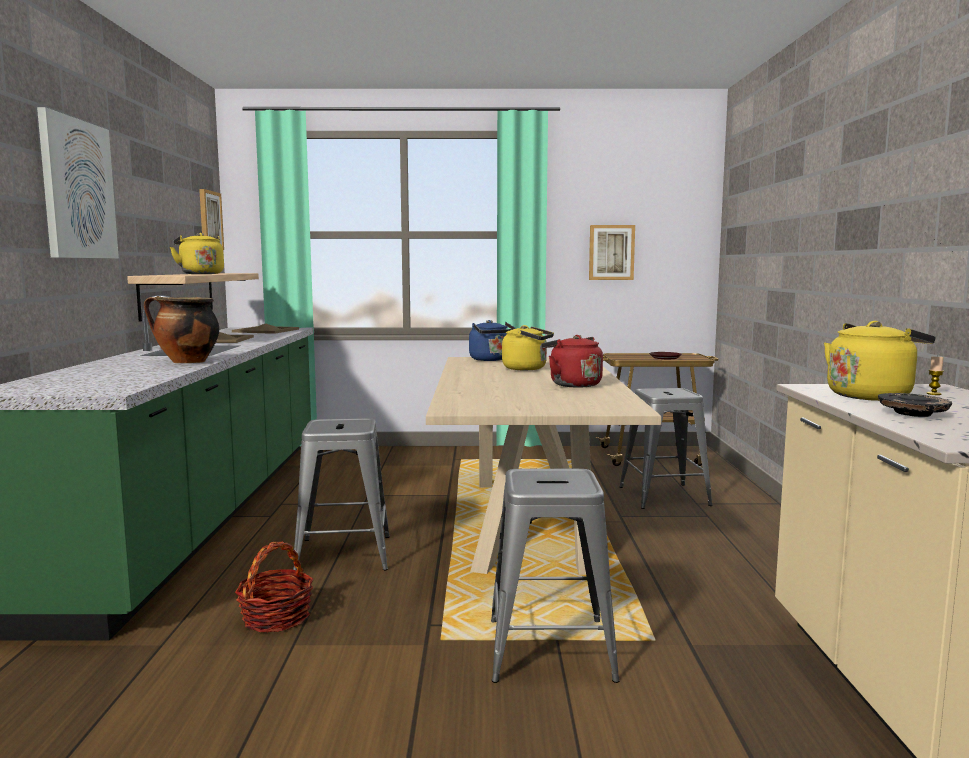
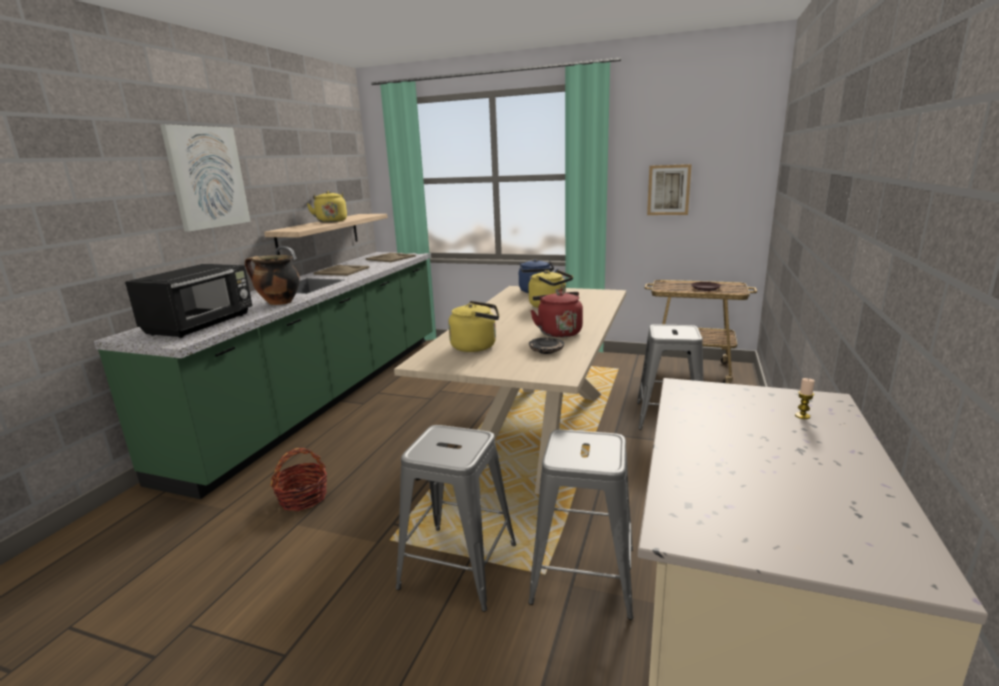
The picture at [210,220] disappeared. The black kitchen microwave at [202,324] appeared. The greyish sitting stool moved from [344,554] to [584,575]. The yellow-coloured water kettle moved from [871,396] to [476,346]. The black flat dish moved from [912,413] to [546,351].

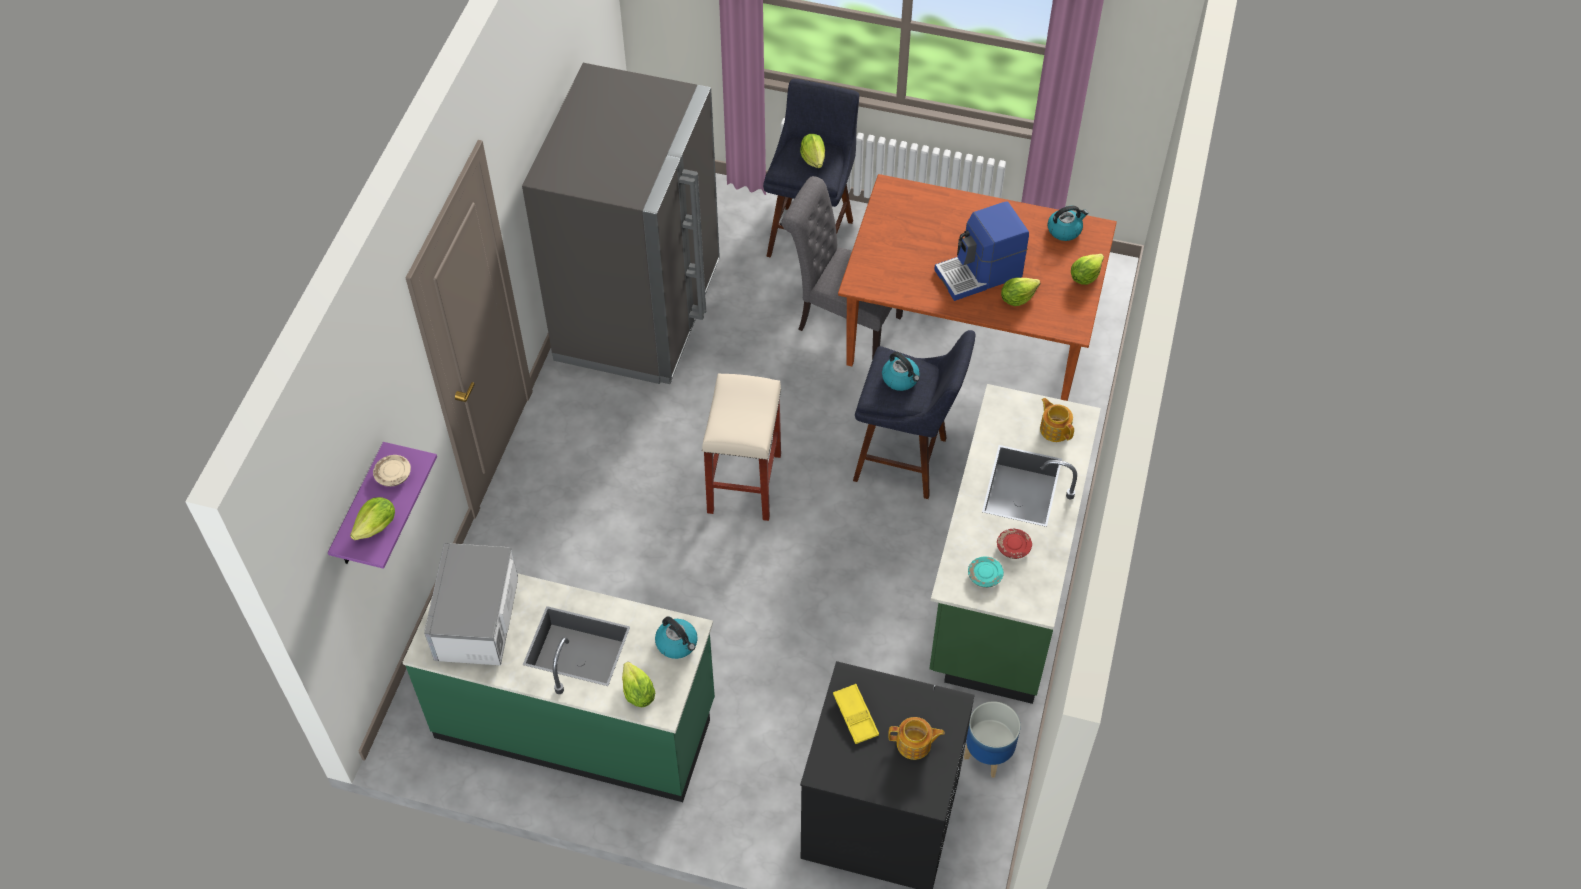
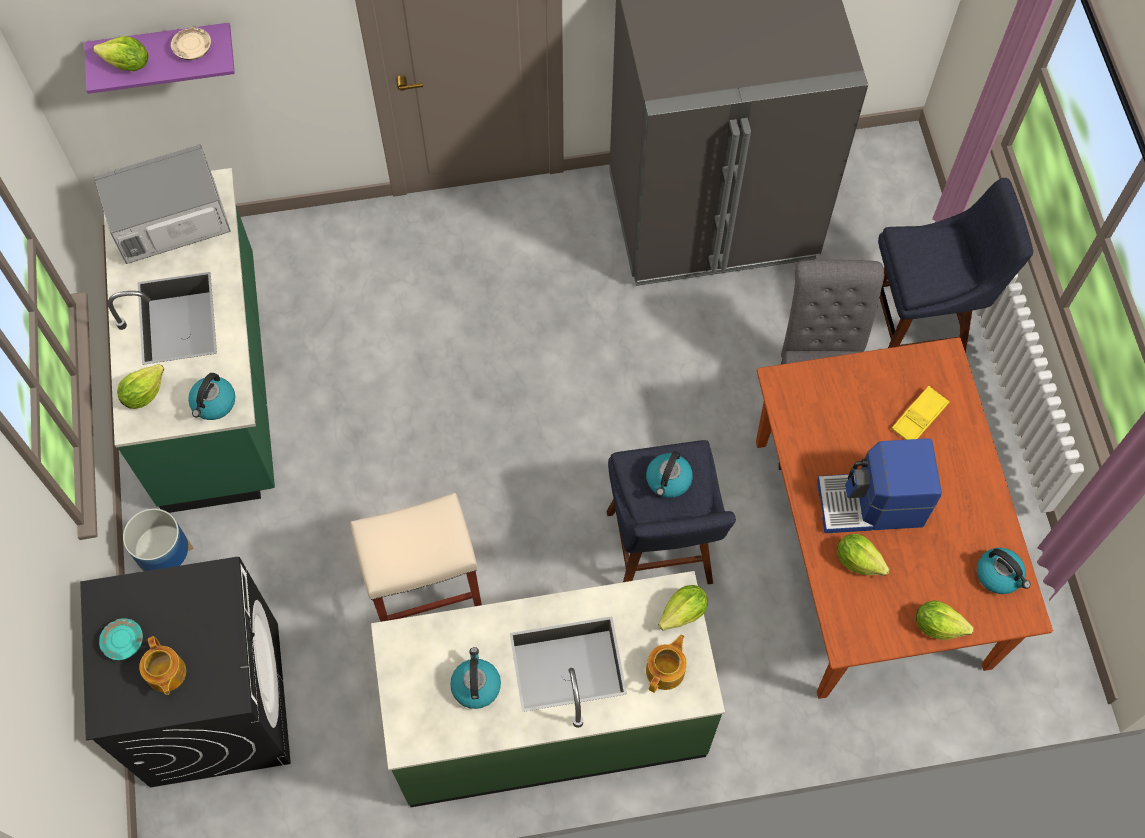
The beige-coloured sitting stool moved from [744,482] to [427,592]. The lettuce moved from [813,159] to [683,613]. The yellow-coloured tray moved from [855,716] to [919,417]. The plant pot moved from [988,755] to [168,560]. The turquoise-coloured flat dish moved from [985,576] to [123,642]. The reddish flat dish at [1013,547] was replaced by the water kettle at [476,685]. The coffee maker at [979,274] turned 45 degrees counterclockwise.

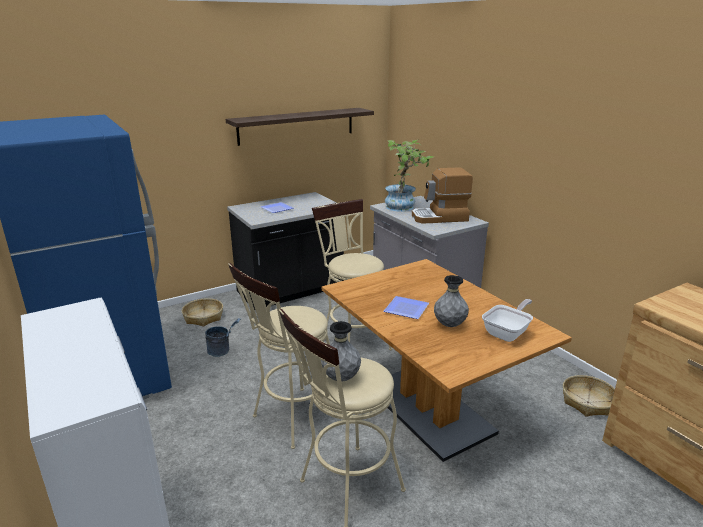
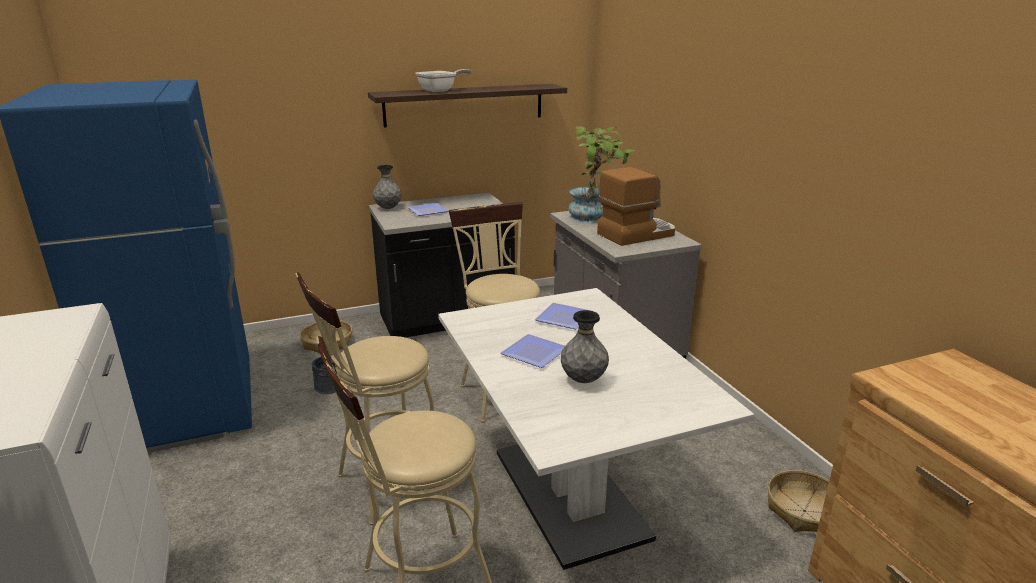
The flat dish at [562,319] appeared. The greyish flower vase moved from [341,378] to [388,208]. The pan moved from [508,333] to [440,90]. The brown kitchen table at [428,409] became the whitish kitchen table at [569,493]. The coffee maker at [440,217] turned 150 degrees clockwise.

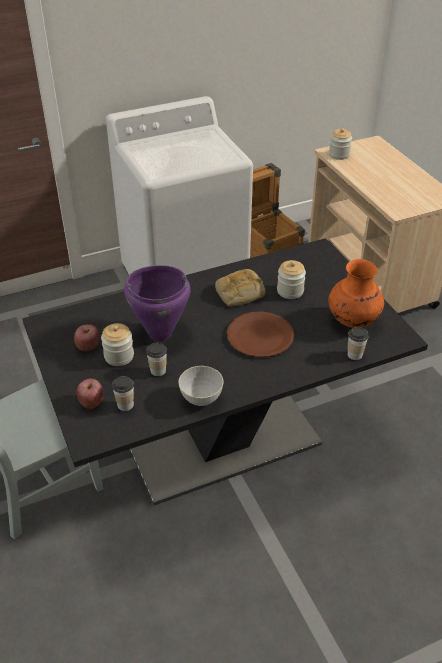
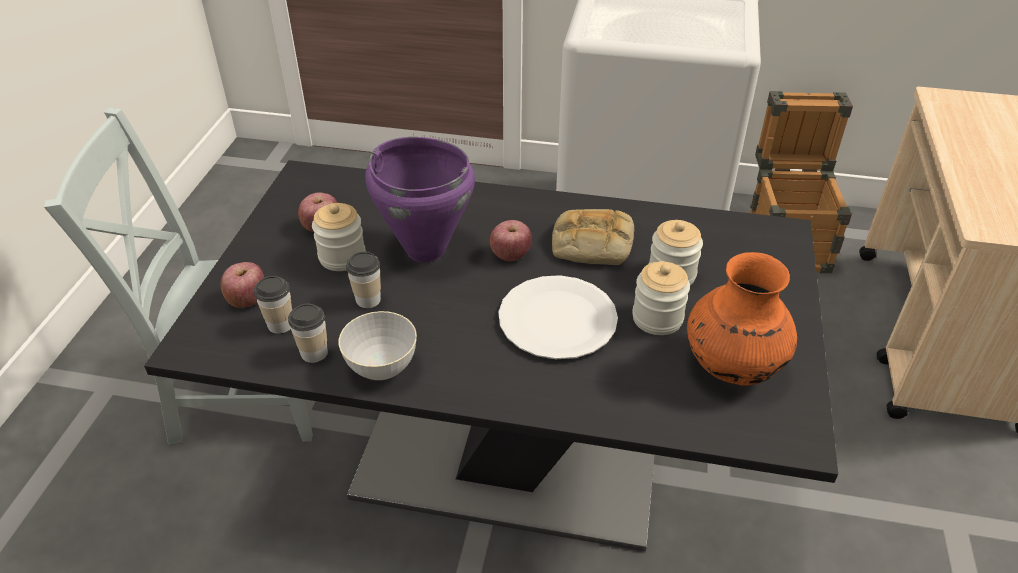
The apple at [510,255] appeared. The storage jar moved from [339,155] to [657,318]. The drinking cup moved from [354,355] to [314,353]. The brown flat dish at [260,336] became the whitish flat dish at [557,319].

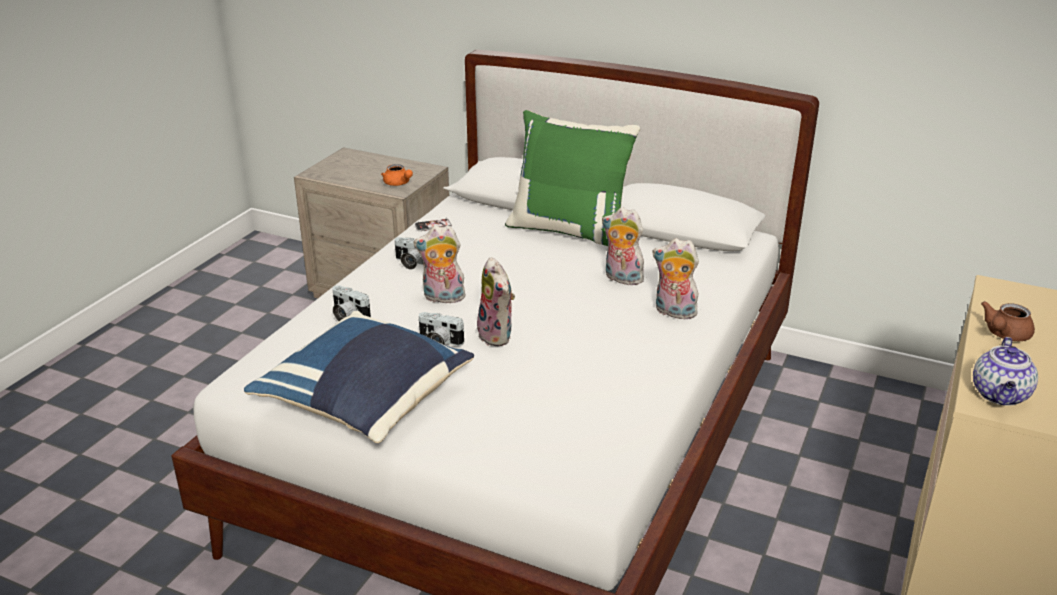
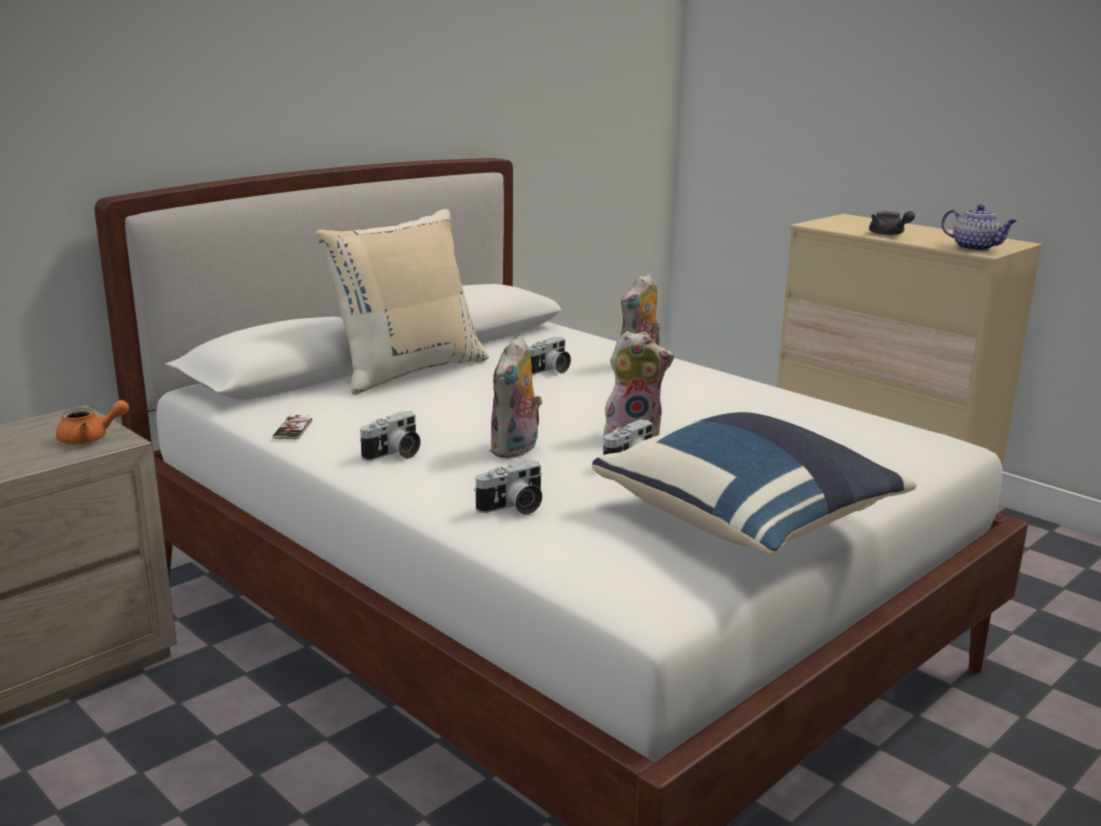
The plush toy at [621,279] was replaced by the still camera at [549,370]. The green cushion at [570,230] became the beige-coloured cushion at [407,370]. The brown pot for tea at [1004,335] became the greyish pot for tea at [889,234].

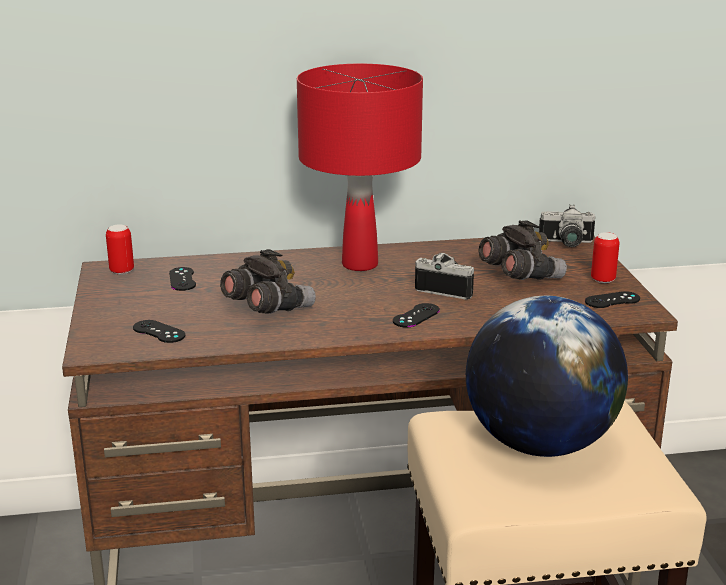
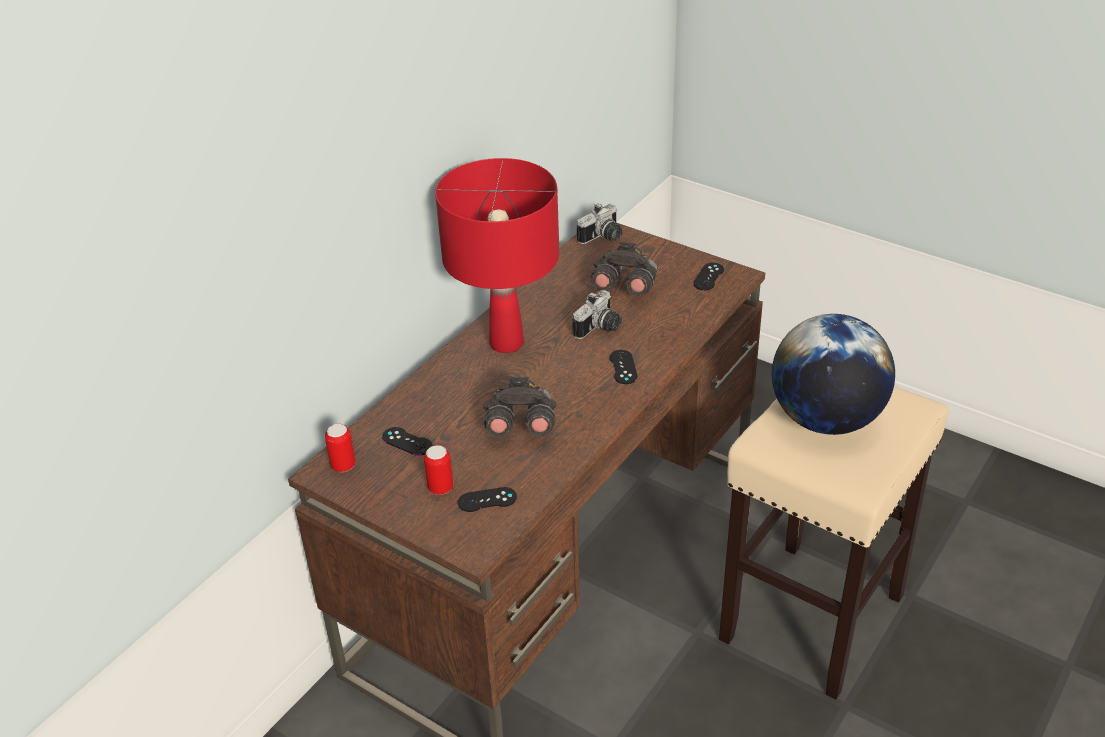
The can moved from [602,280] to [440,488]. The still camera at [447,288] turned 150 degrees clockwise.

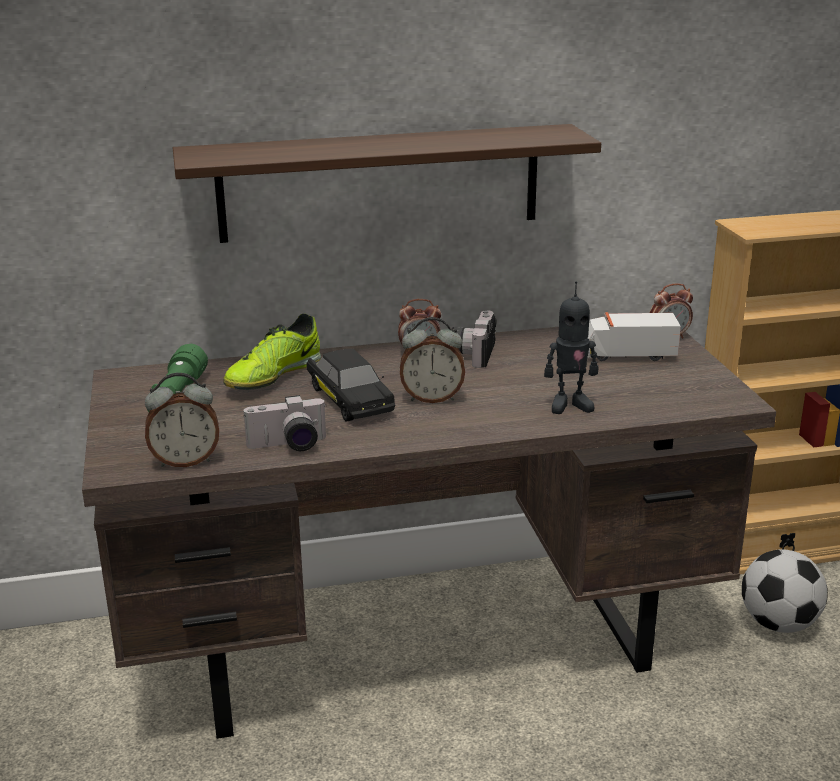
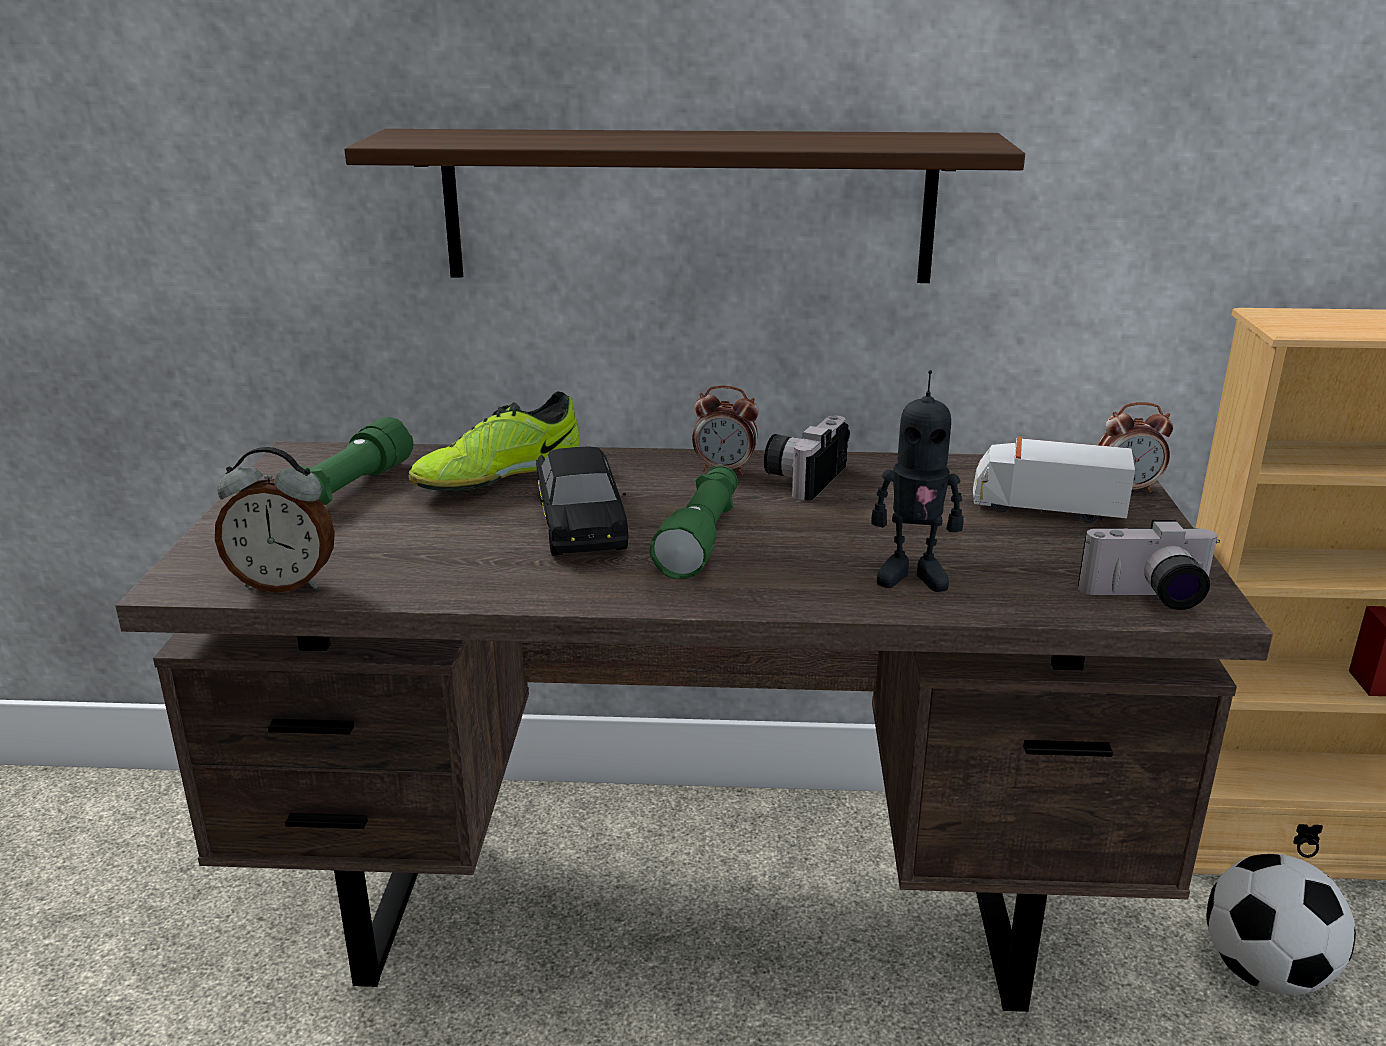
The still camera moved from [288,446] to [1148,598]. The alarm clock at [432,398] was replaced by the green torch at [702,537].

